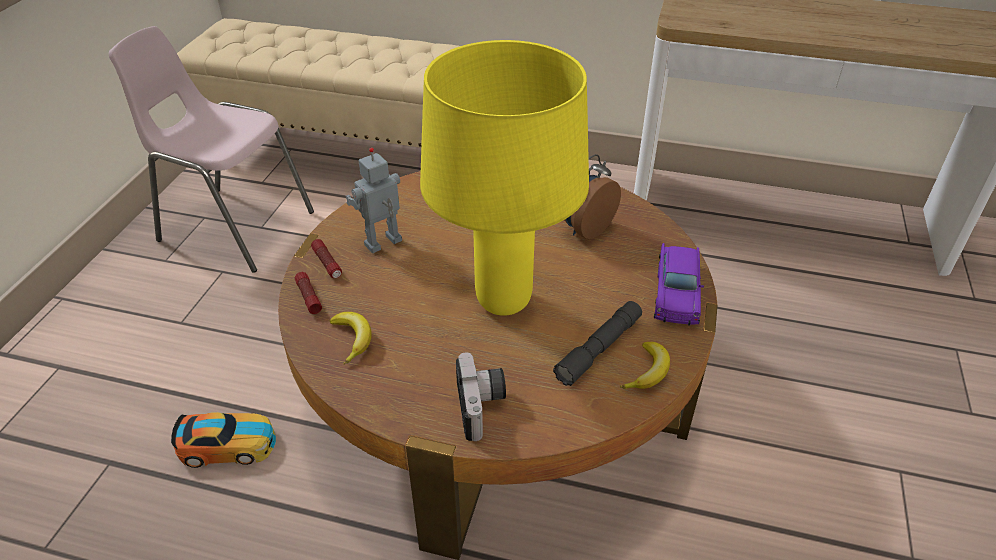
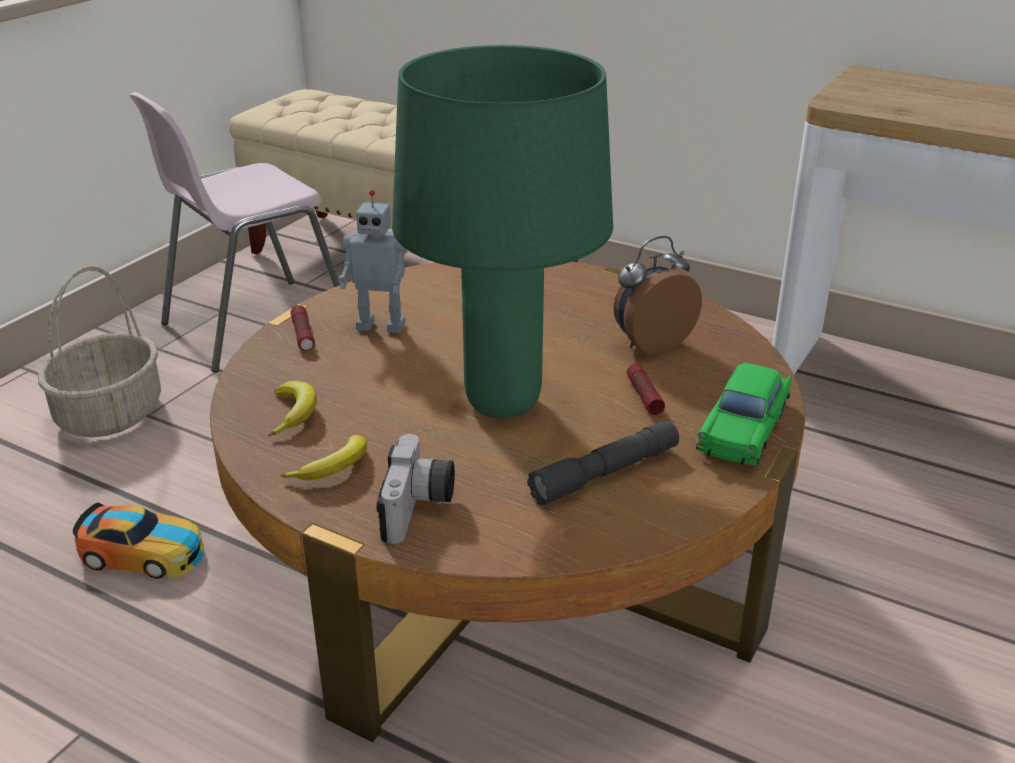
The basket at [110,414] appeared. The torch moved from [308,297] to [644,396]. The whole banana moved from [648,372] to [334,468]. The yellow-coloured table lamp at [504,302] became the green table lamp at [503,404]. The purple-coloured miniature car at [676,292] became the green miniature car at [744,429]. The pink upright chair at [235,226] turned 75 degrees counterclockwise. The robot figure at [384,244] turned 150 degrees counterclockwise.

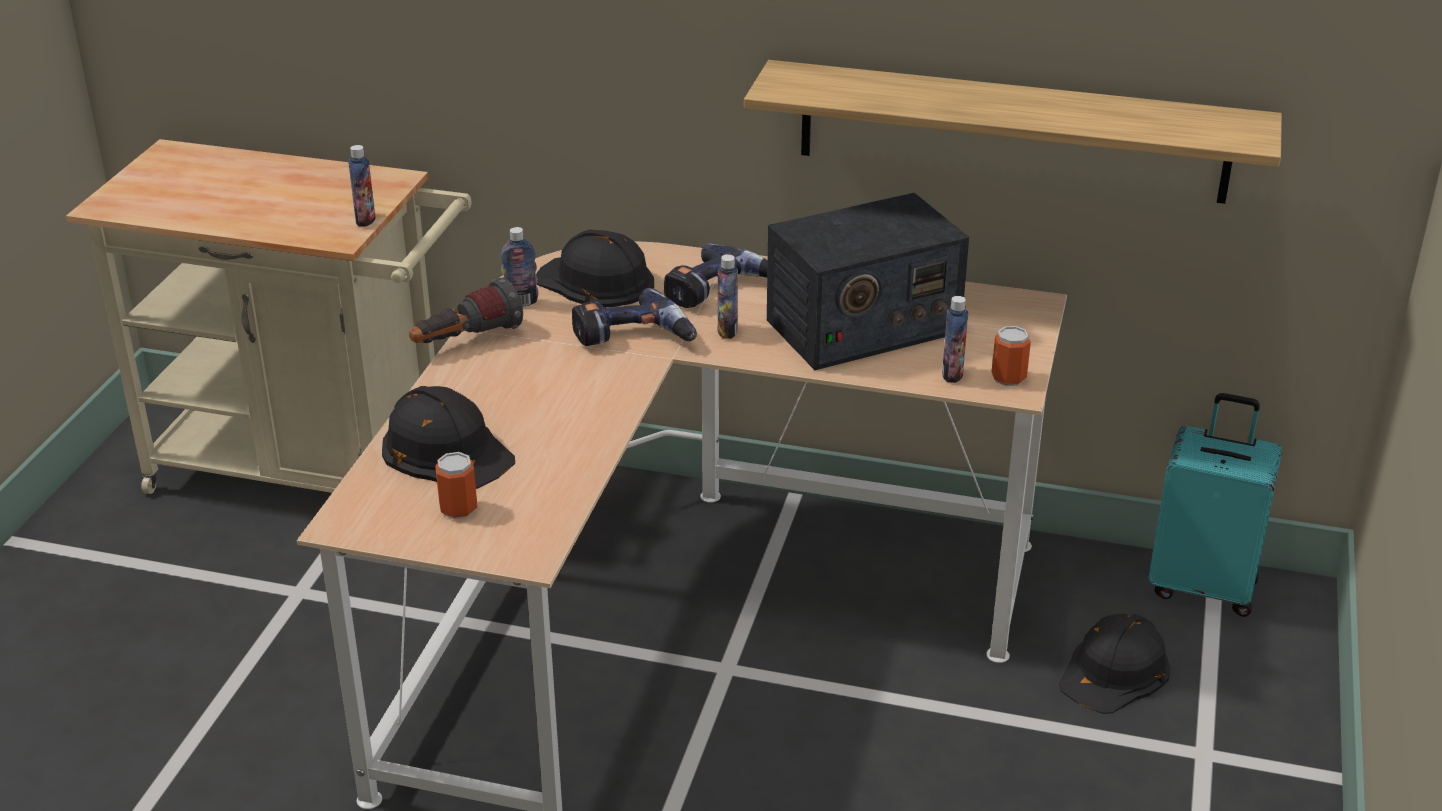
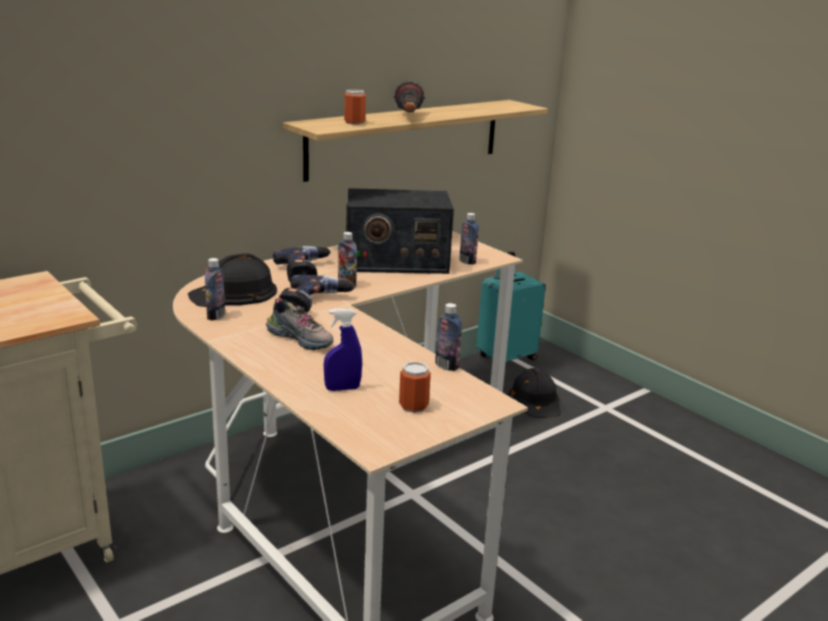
The item of footwear at [301,339] appeared. The drink bottle moved from [365,220] to [446,366]. The torch moved from [466,341] to [409,117]. The can moved from [1008,378] to [354,122]. The black work helmet at [446,450] was replaced by the blue spray bottle at [342,388]. The radio at [862,327] turned 75 degrees clockwise.

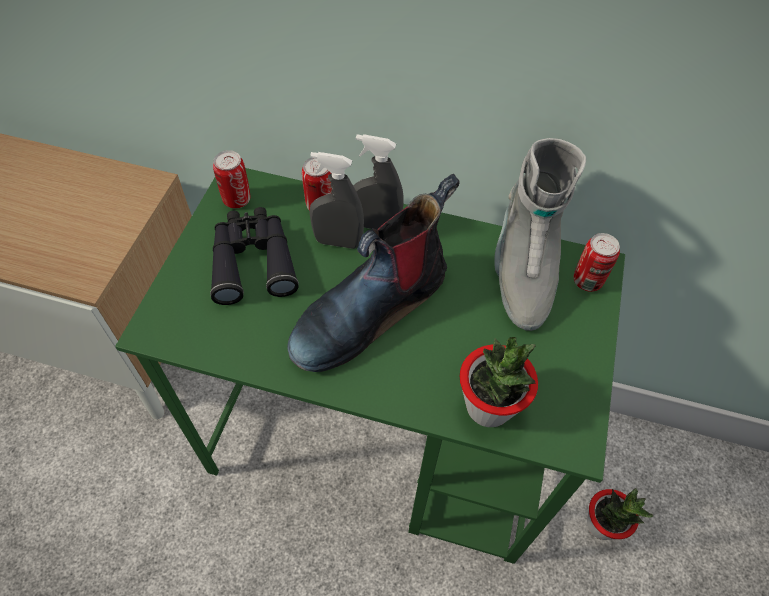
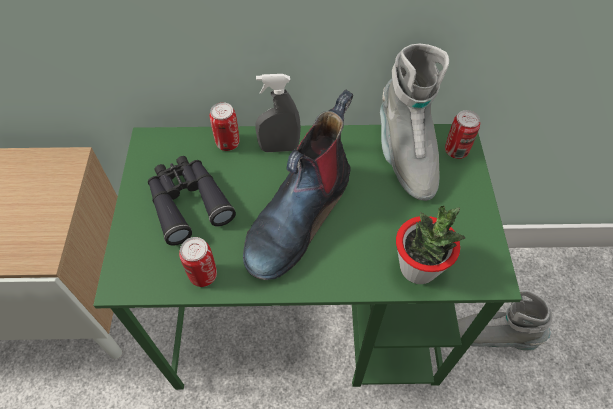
The greyish spray bottle at [338,242] disappeared. The can moved from [237,200] to [203,275]. The plant in a pot at [601,525] was replaced by the greyish boot at [492,335].

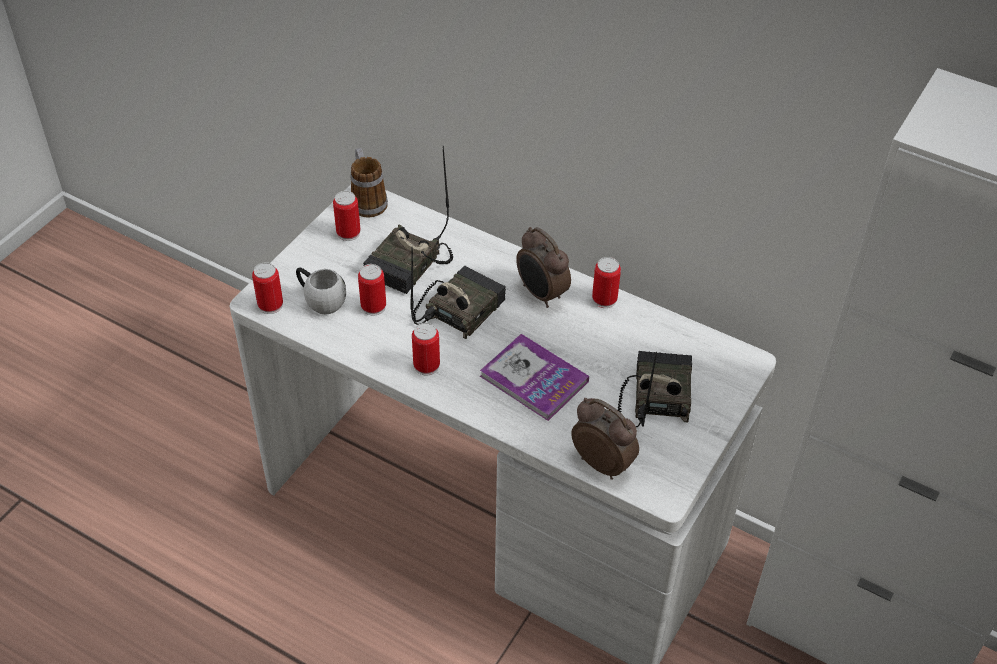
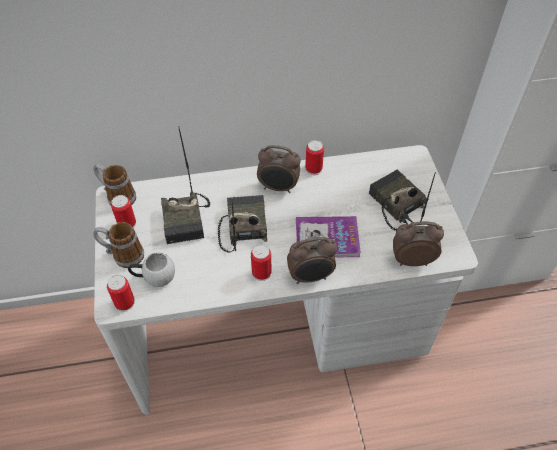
The can at [373,306] disappeared. The mug at [123,255] appeared. The alarm clock at [310,277] appeared.

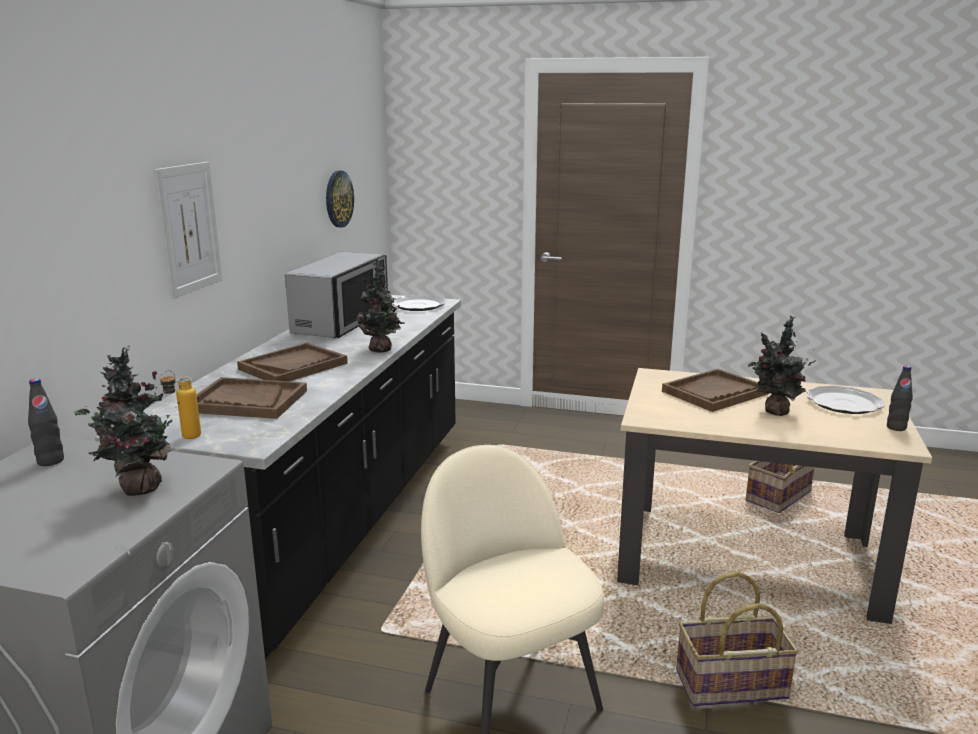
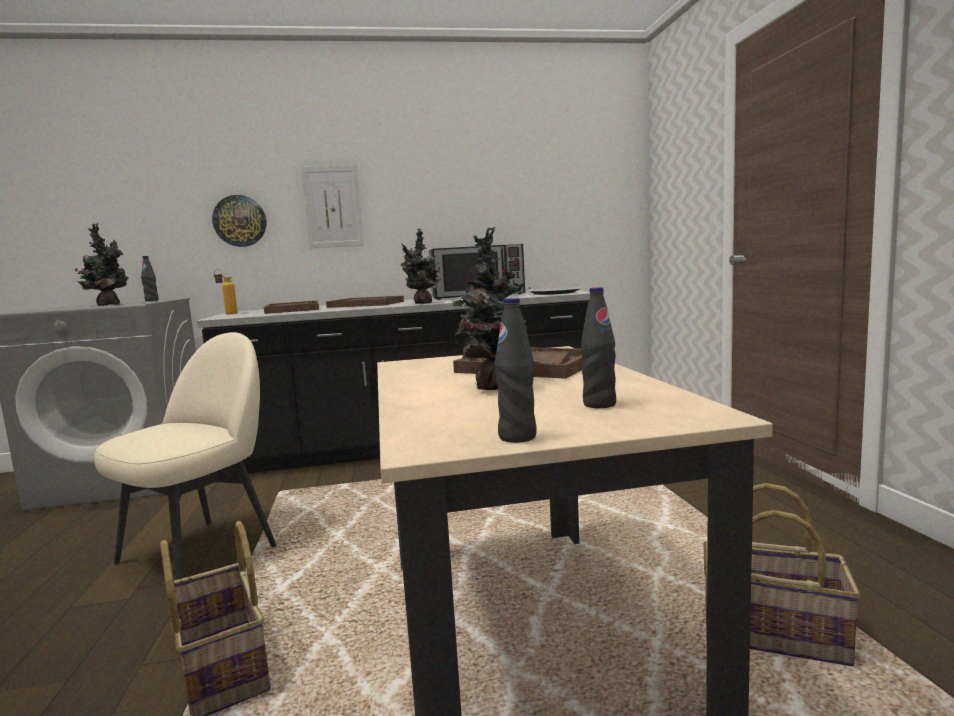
The hanging clock moved from [338,199] to [240,221]. The flat dish at [843,403] was replaced by the black drink bottle at [599,404].

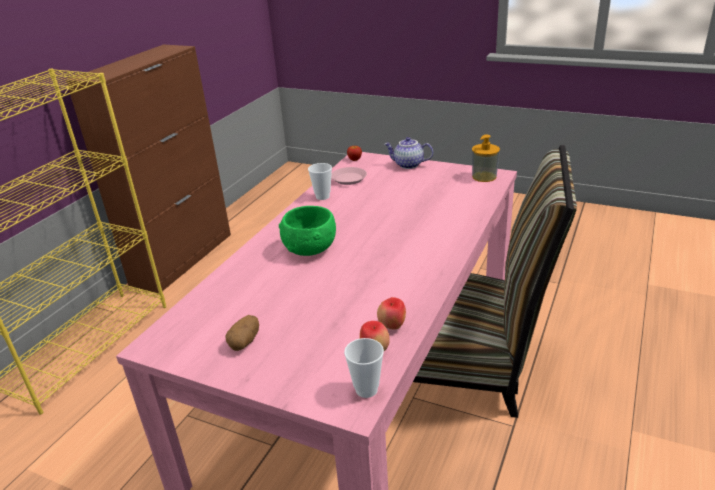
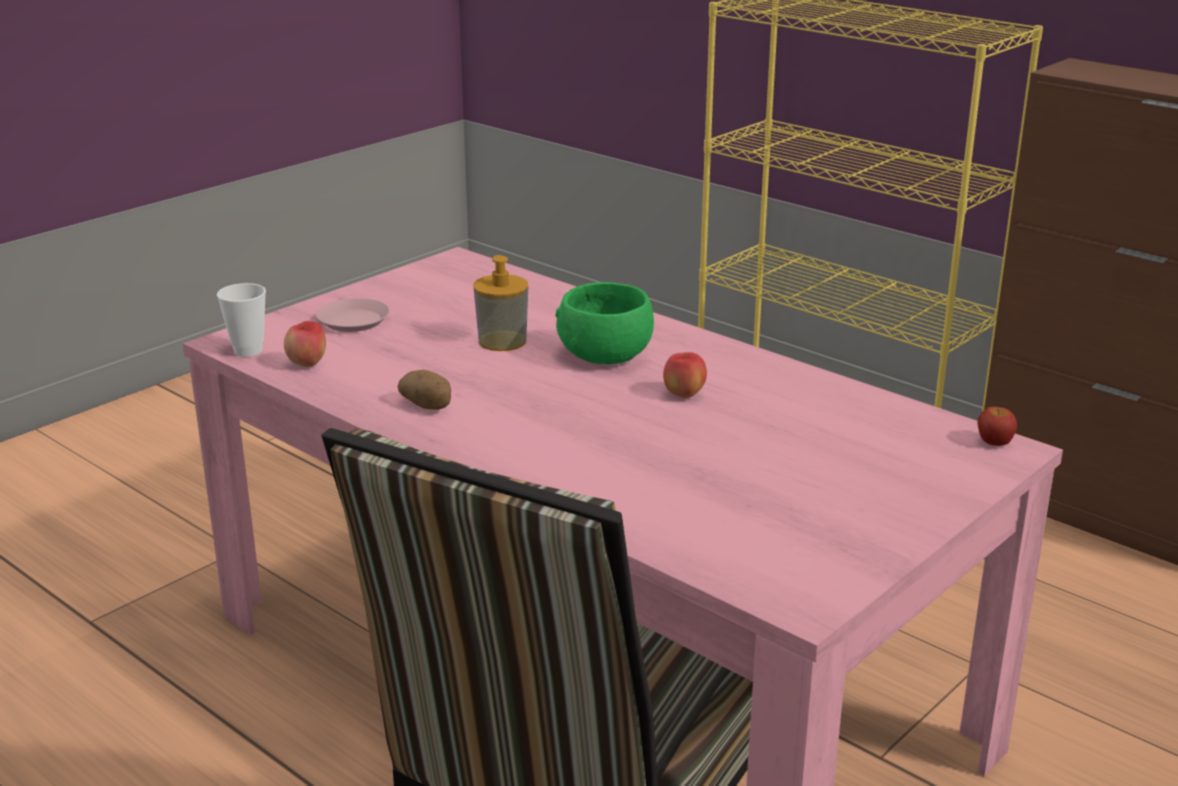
The drinking cup at [322,196] disappeared. The pot for tea at [408,165] disappeared. The spud moved from [245,342] to [428,406]. The pink flat dish moved from [349,179] to [353,321]. The apple moved from [392,326] to [684,395]. The soap bottle moved from [484,177] to [502,341].

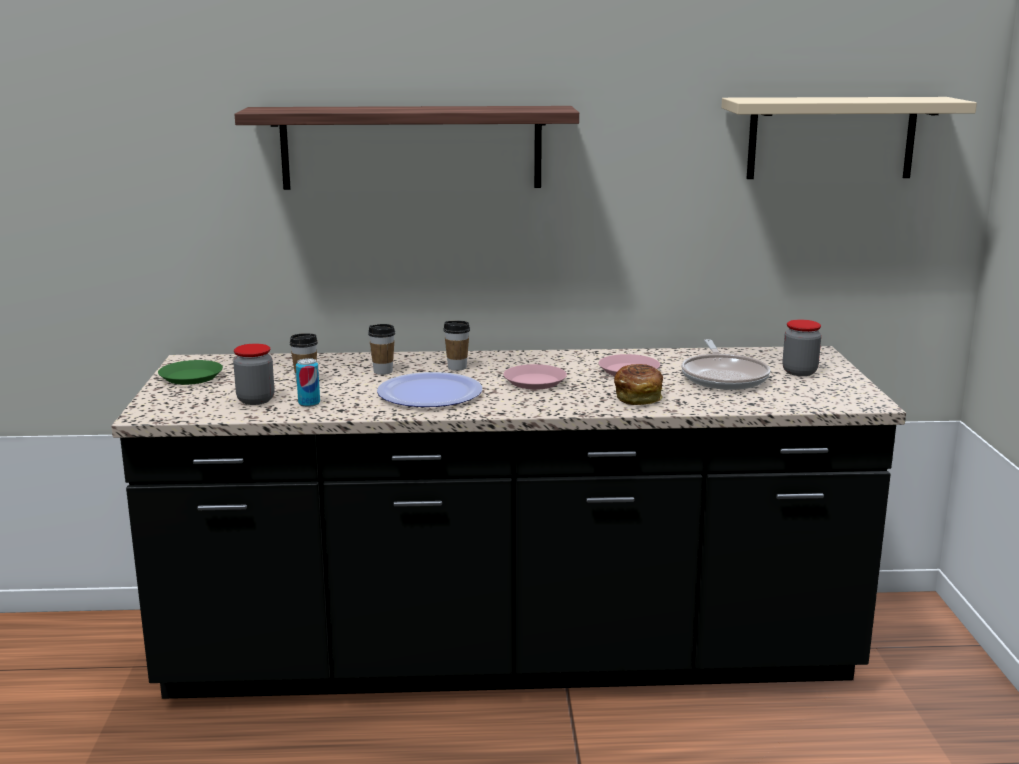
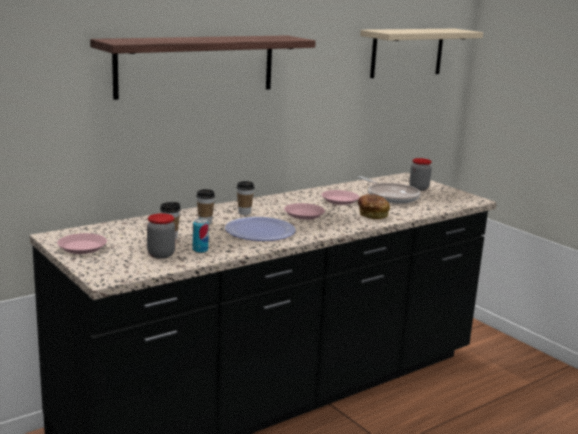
The green flat dish at [191,377] became the pink flat dish at [82,247].

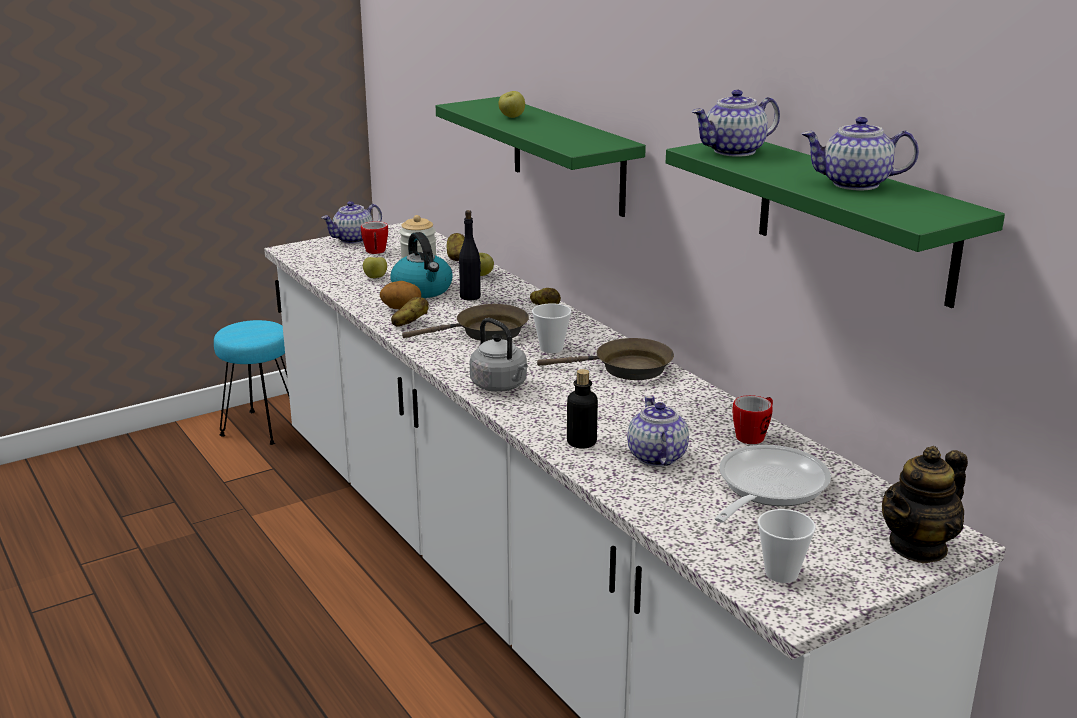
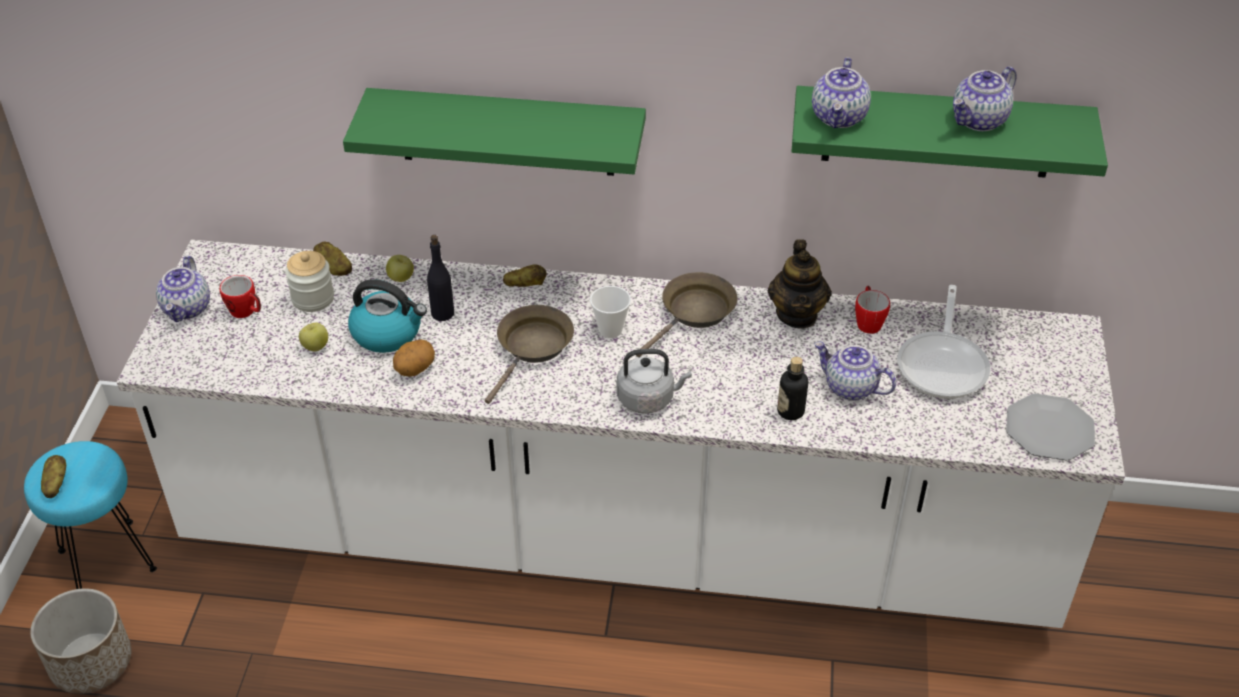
The apple at [512,117] disappeared. The plant pot at [92,662] appeared. The spud moved from [410,323] to [55,484]. The pot for tea moved from [918,547] to [797,314]. The drinking cup at [781,573] was replaced by the flat dish at [1049,429]. The pan at [767,488] turned 150 degrees counterclockwise.

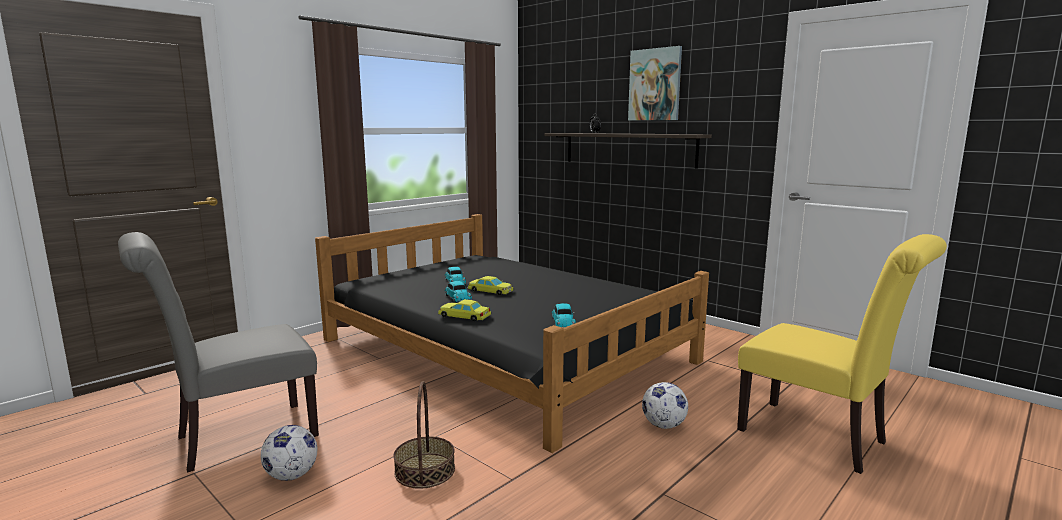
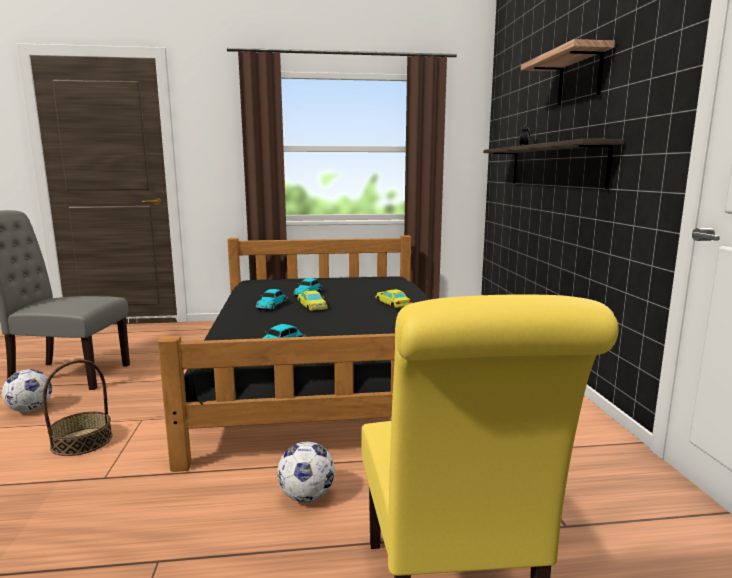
The yellow-coloured miniature car moved from [464,316] to [393,303]. The picture at [655,85] was replaced by the shelf at [579,77].

